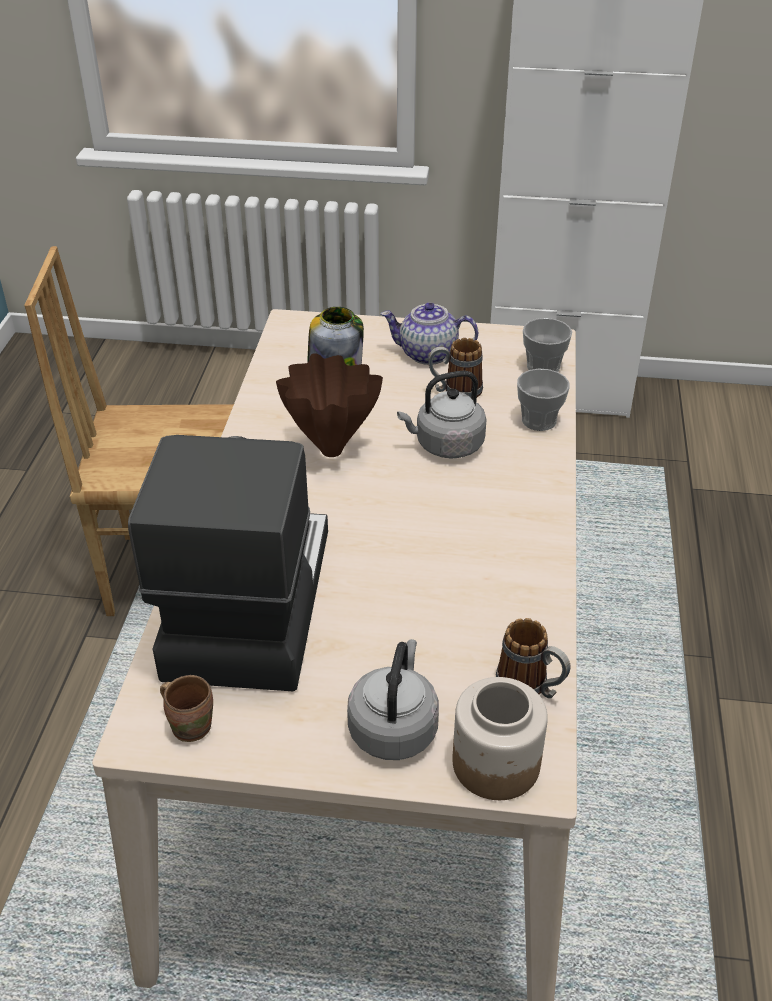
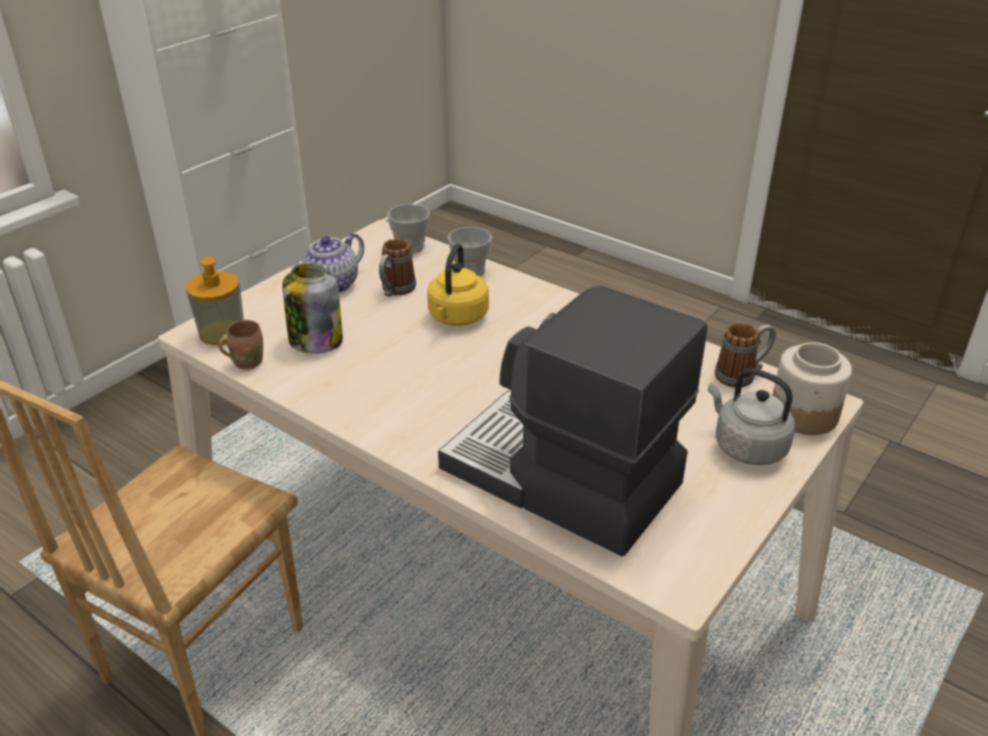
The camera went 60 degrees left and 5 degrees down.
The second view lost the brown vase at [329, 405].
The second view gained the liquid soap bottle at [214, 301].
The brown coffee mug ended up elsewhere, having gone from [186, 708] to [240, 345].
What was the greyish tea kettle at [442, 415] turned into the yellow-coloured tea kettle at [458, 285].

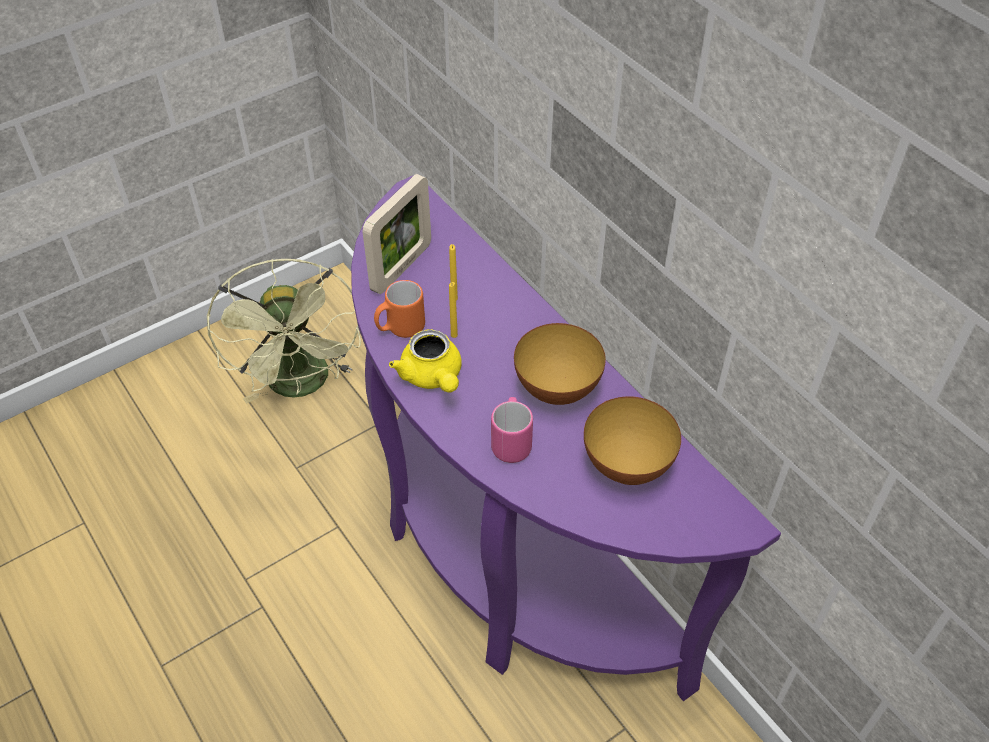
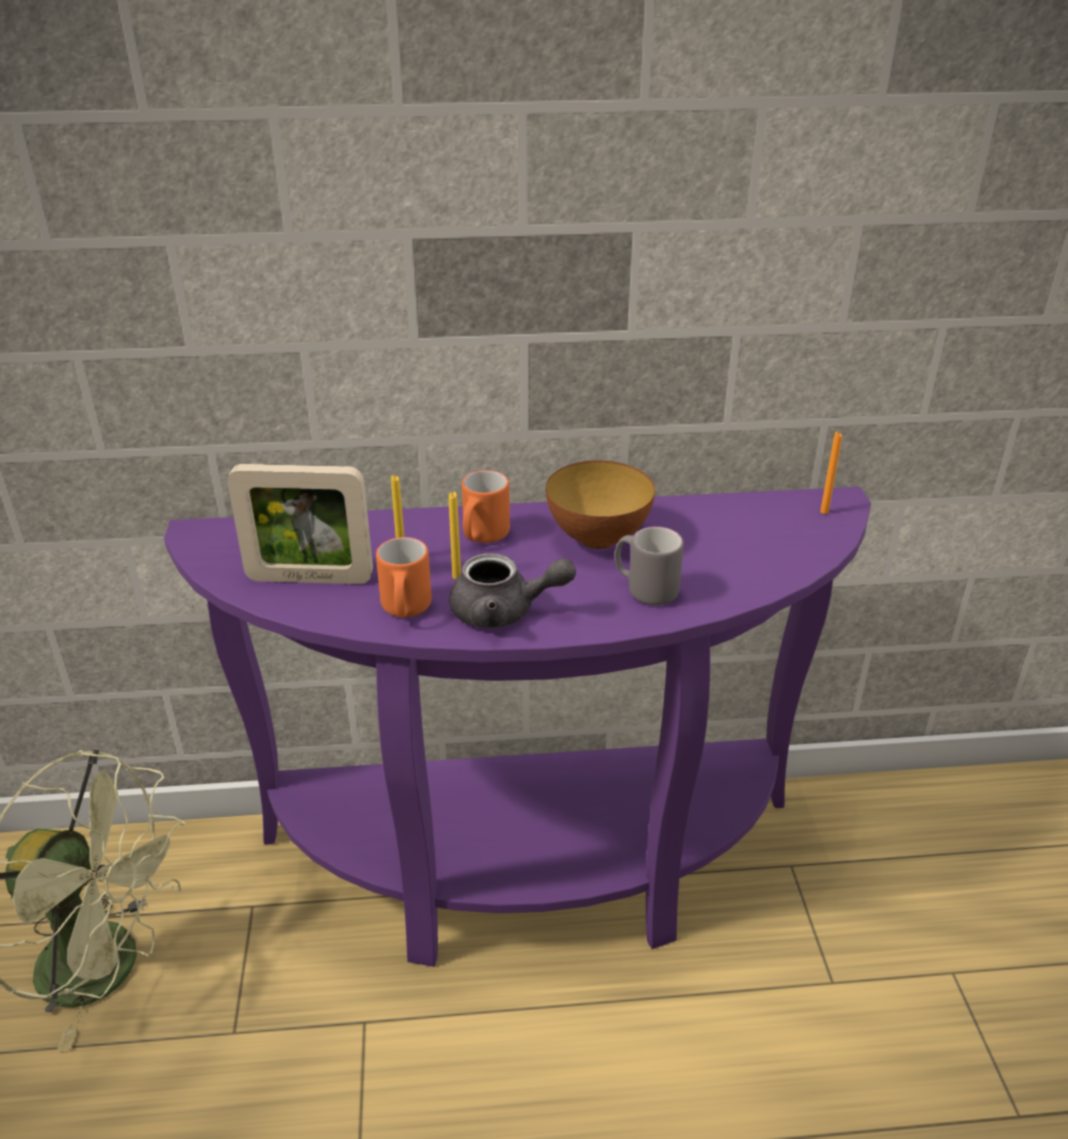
The camera went 60 degrees left and 15 degrees down.
The second view lost the bowl at [632, 440].
The second view gained the orange coffee mug at [486, 506].
The second view gained the orange wax candle at [831, 473].
What was the yellow-coloured pot for tea at [425, 360] turned into the greyish pot for tea at [512, 590].
What was the pinkish coffee mug at [512, 430] turned into the greyish coffee mug at [649, 566].
The standing frame at [396, 234] ended up facing another way, 120 degrees clockwise from before.

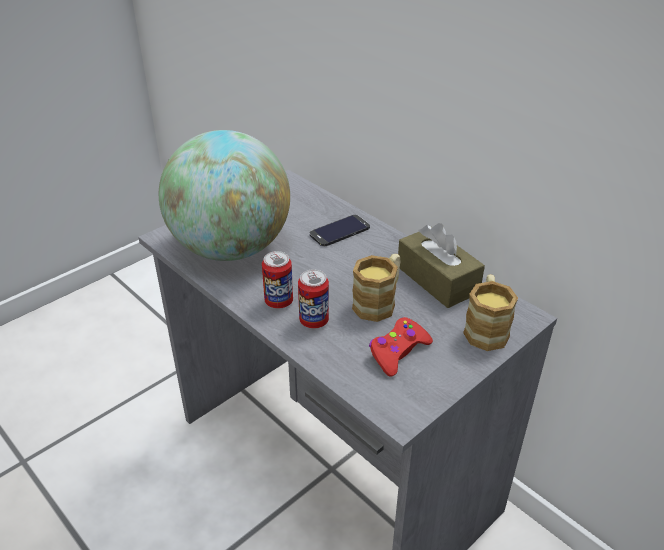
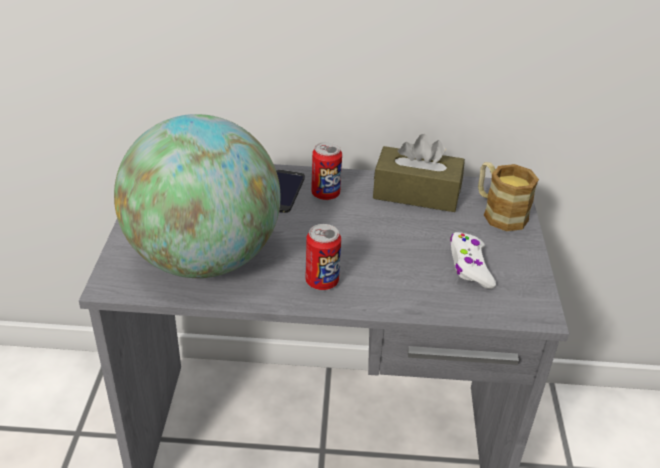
The camera went 45 degrees left and 0 degrees up.
The second view lost the coffee mug at [376, 288].
The metal can ended up elsewhere, having gone from [313, 299] to [326, 171].
What was the red-coloured game controller at [401, 347] turned into the white-coloured game controller at [473, 260].

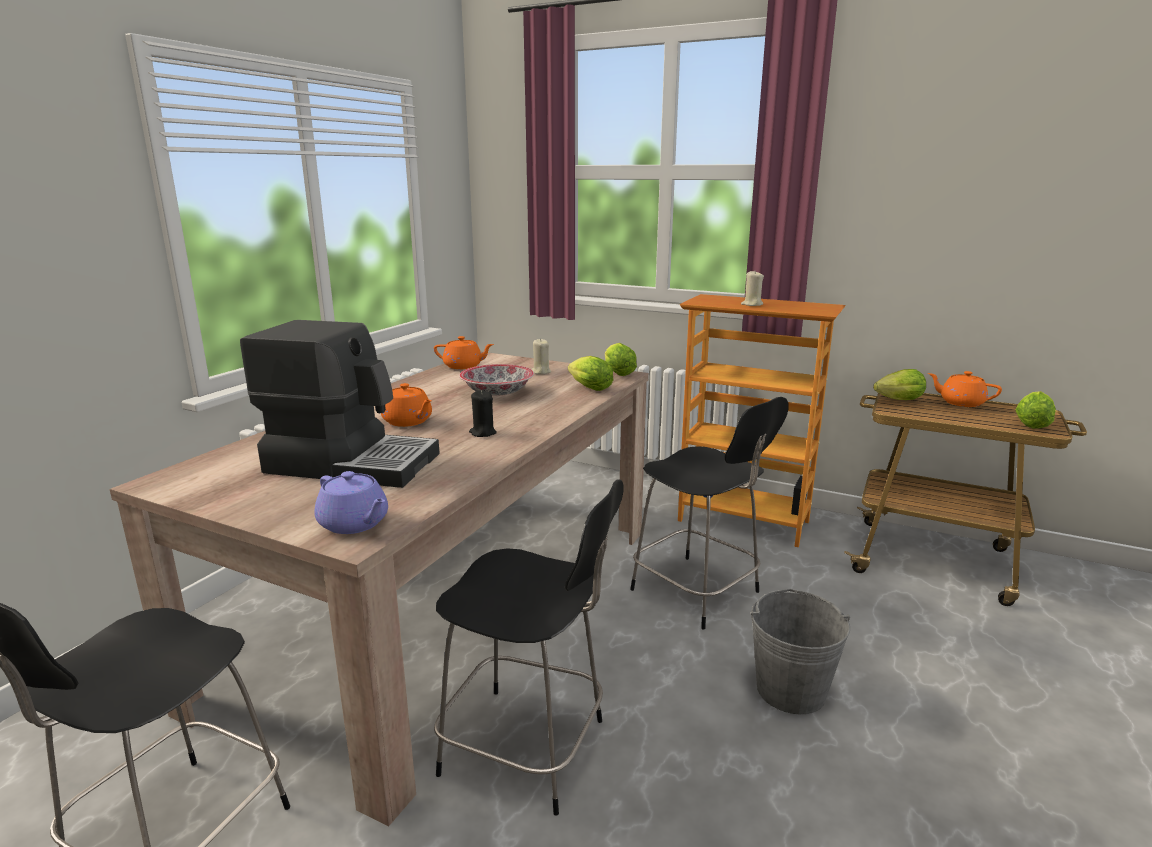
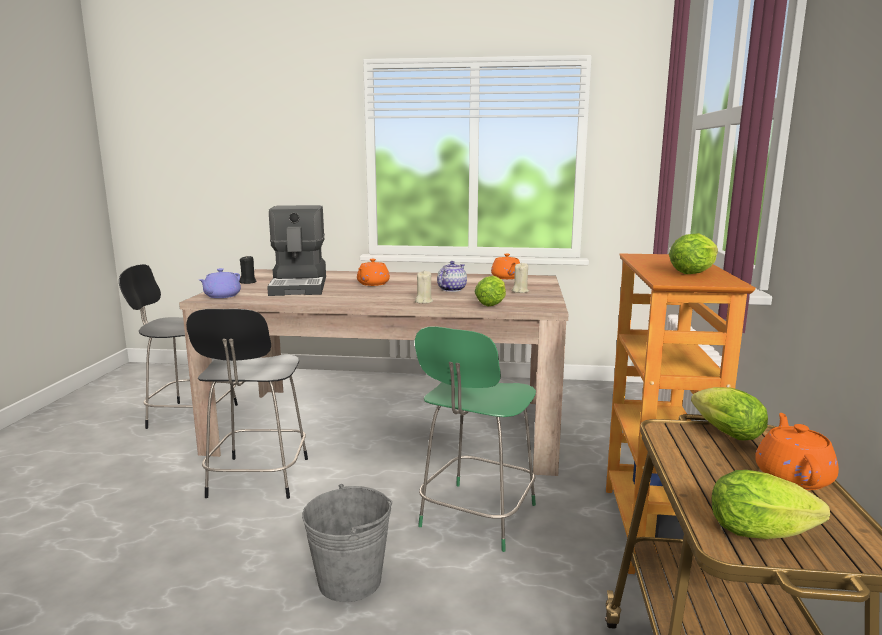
The camera went 70 degrees right and 5 degrees down.
The black-coloured wax candle ended up elsewhere, having gone from [483, 413] to [247, 269].
The head of lettuce ended up elsewhere, having gone from [621, 359] to [693, 253].
The beige wax candle ended up elsewhere, having gone from [752, 288] to [424, 287].
Where the bowl stood at [496, 380], the pot for tea came to stand at [452, 276].
What was the black-coloured plain chair at [709, 513] turned into the greenish plain chair at [475, 439].

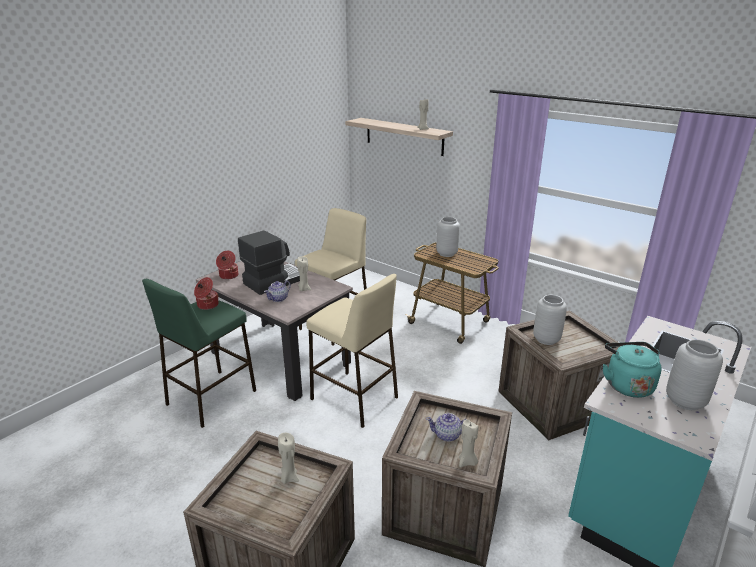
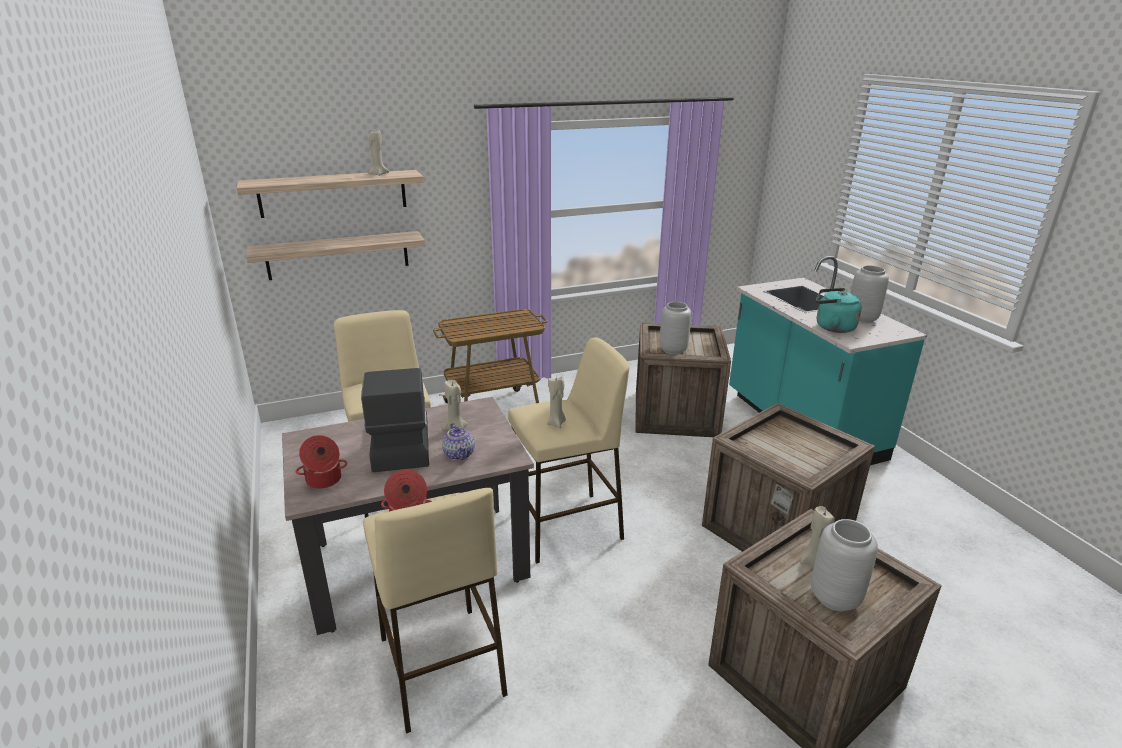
The camera went 60 degrees left and 0 degrees up.
The second view lost the pot for tea at [446, 427].
The second view gained the wall shelf at [335, 255].
The greyish vase ended up elsewhere, having gone from [448, 237] to [844, 565].
The beige wax candle ended up elsewhere, having gone from [469, 443] to [556, 402].
What was the greenish stool at [199, 353] turned into the beige stool at [435, 611].

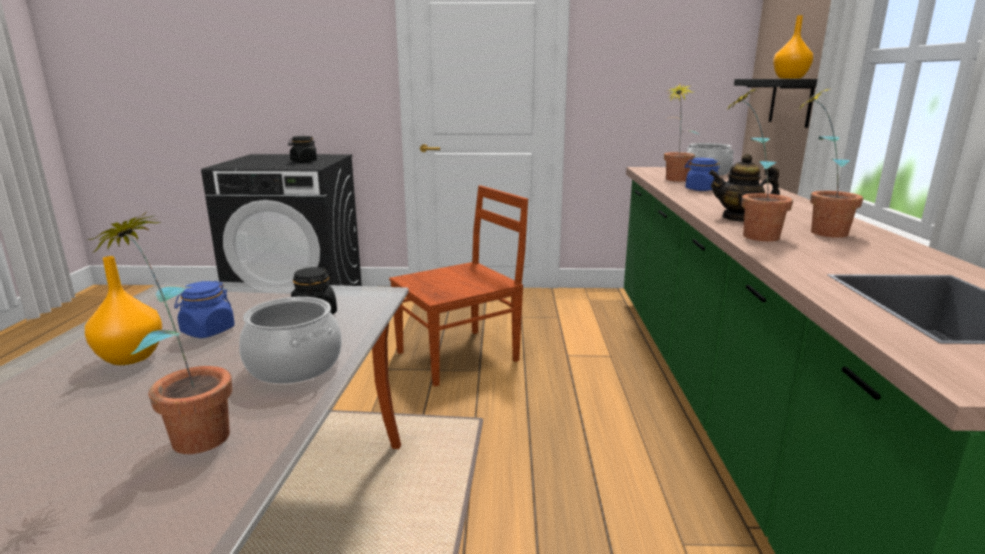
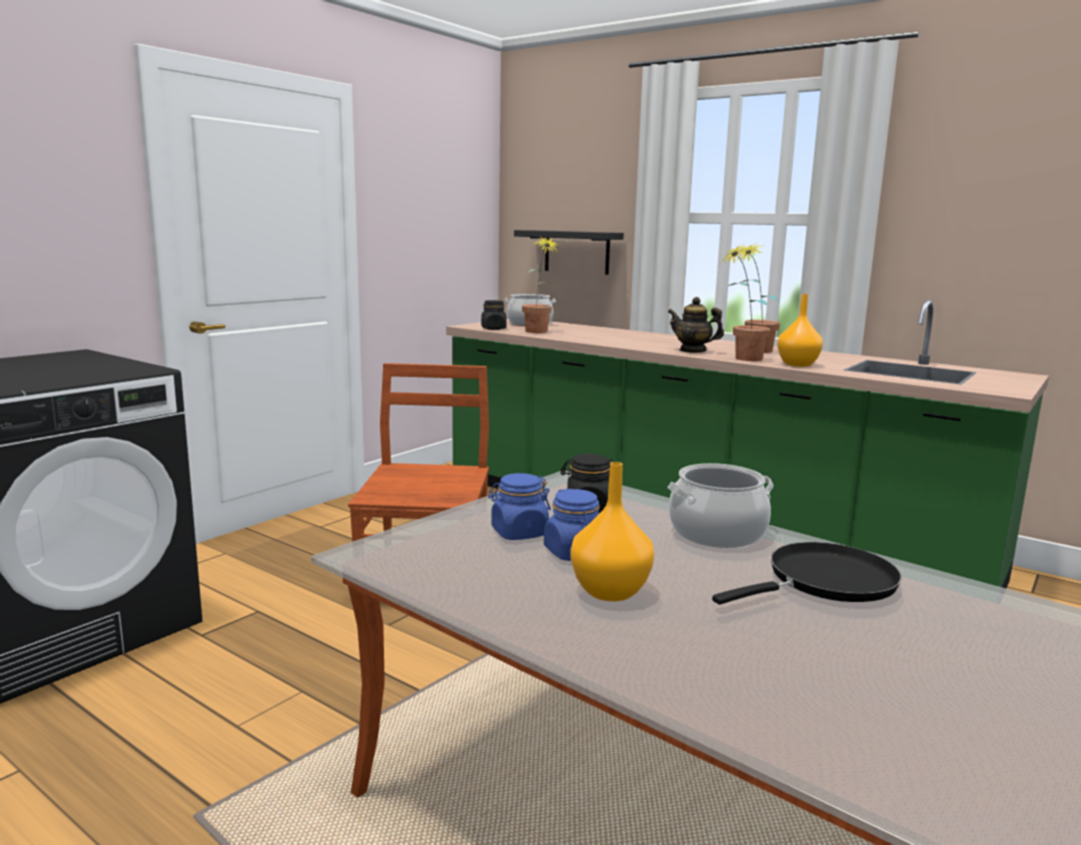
The camera went 55 degrees left and 5 degrees down.
The black-coloured jar ended up elsewhere, having gone from [302, 149] to [494, 315].
The blue jar ended up elsewhere, having gone from [702, 174] to [519, 506].
The orange vase ended up elsewhere, having gone from [793, 47] to [800, 330].
Where the plant in a pot stood at [159, 333], the black-coloured frying pan came to stand at [807, 573].
The pot for tea at [744, 188] ended up facing another way, 75 degrees clockwise from before.

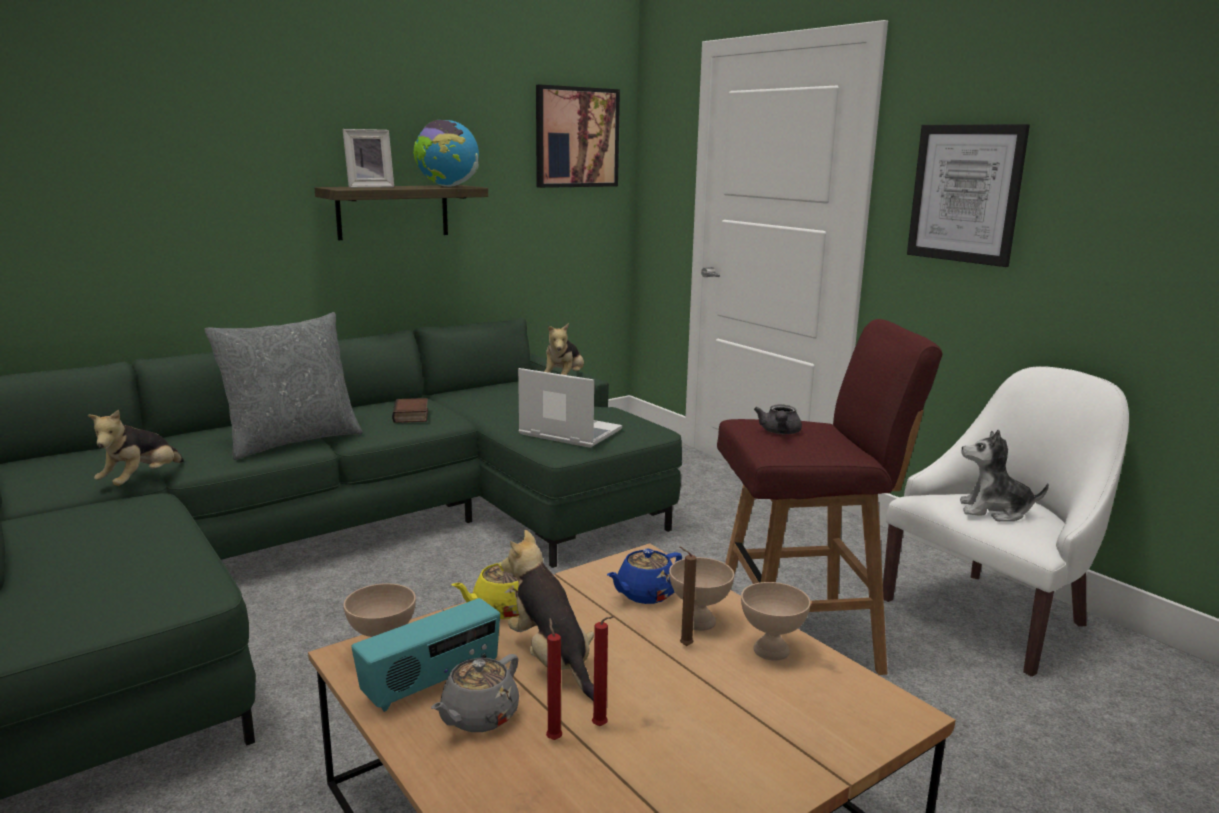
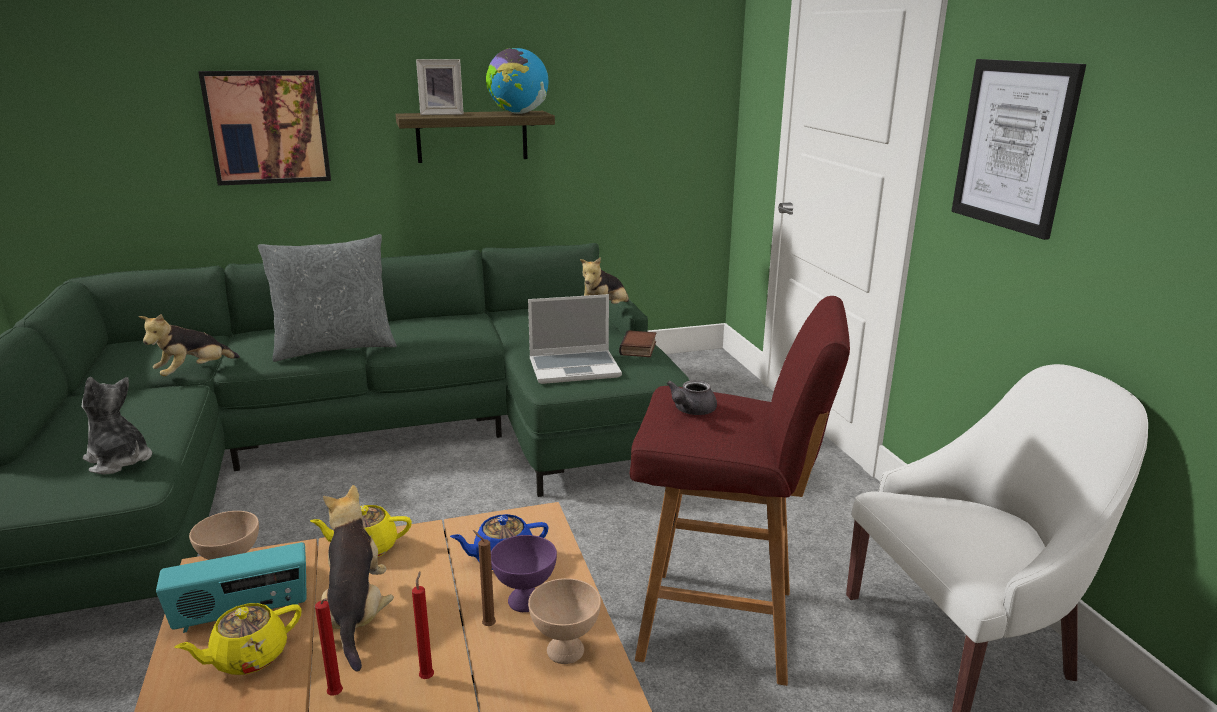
The camera went 20 degrees right and 5 degrees up.
The bound book ended up elsewhere, having gone from [410, 410] to [637, 343].
The wall picture ended up elsewhere, having gone from [578, 136] to [264, 128].
The red-coloured wax candle ended up elsewhere, having gone from [554, 679] to [423, 625].
The cuddly toy ended up elsewhere, having gone from [1004, 475] to [116, 425].
What was the greyish pot for tea at [475, 693] turned into the yellow-coloured pot for tea at [237, 639].
What was the beige bowl at [701, 594] turned into the purple bowl at [524, 573].
The laptop at [570, 408] ended up facing another way, 120 degrees clockwise from before.

